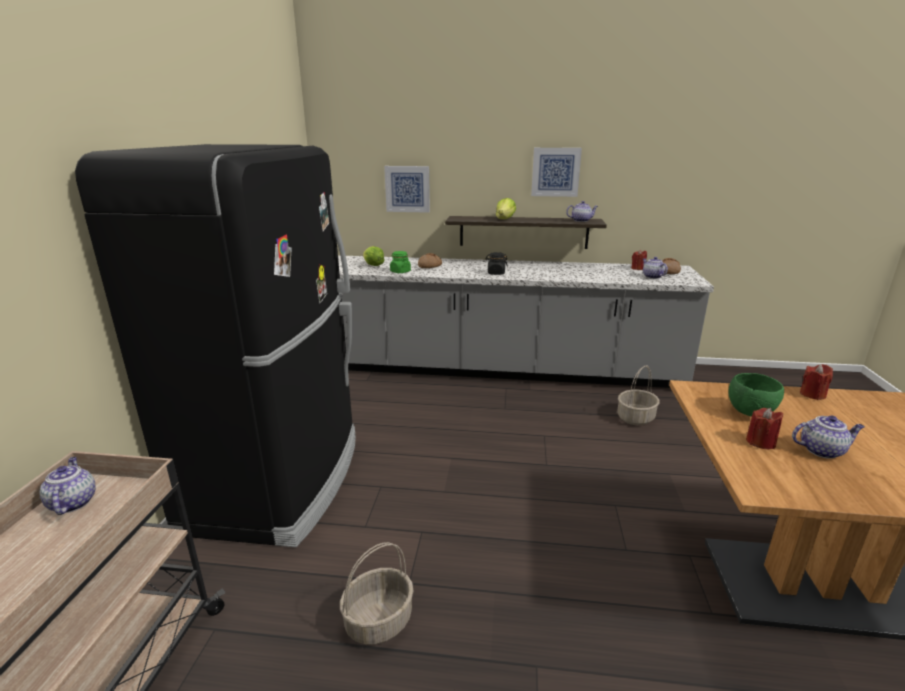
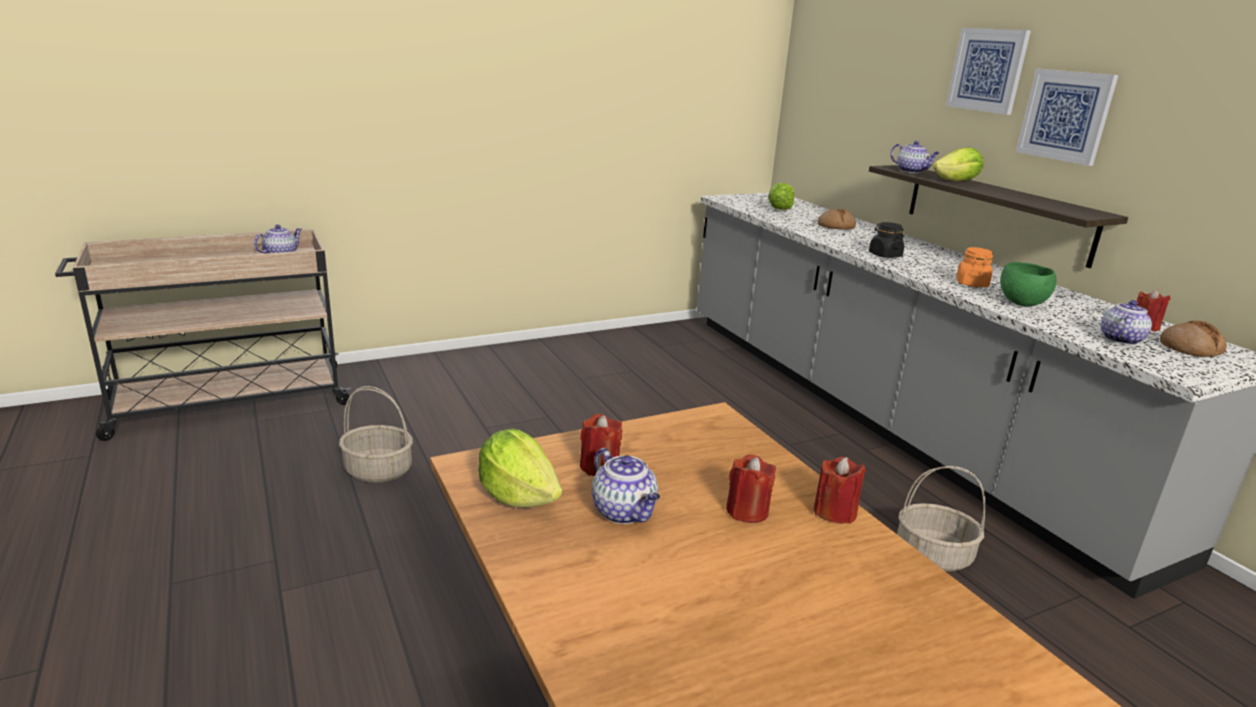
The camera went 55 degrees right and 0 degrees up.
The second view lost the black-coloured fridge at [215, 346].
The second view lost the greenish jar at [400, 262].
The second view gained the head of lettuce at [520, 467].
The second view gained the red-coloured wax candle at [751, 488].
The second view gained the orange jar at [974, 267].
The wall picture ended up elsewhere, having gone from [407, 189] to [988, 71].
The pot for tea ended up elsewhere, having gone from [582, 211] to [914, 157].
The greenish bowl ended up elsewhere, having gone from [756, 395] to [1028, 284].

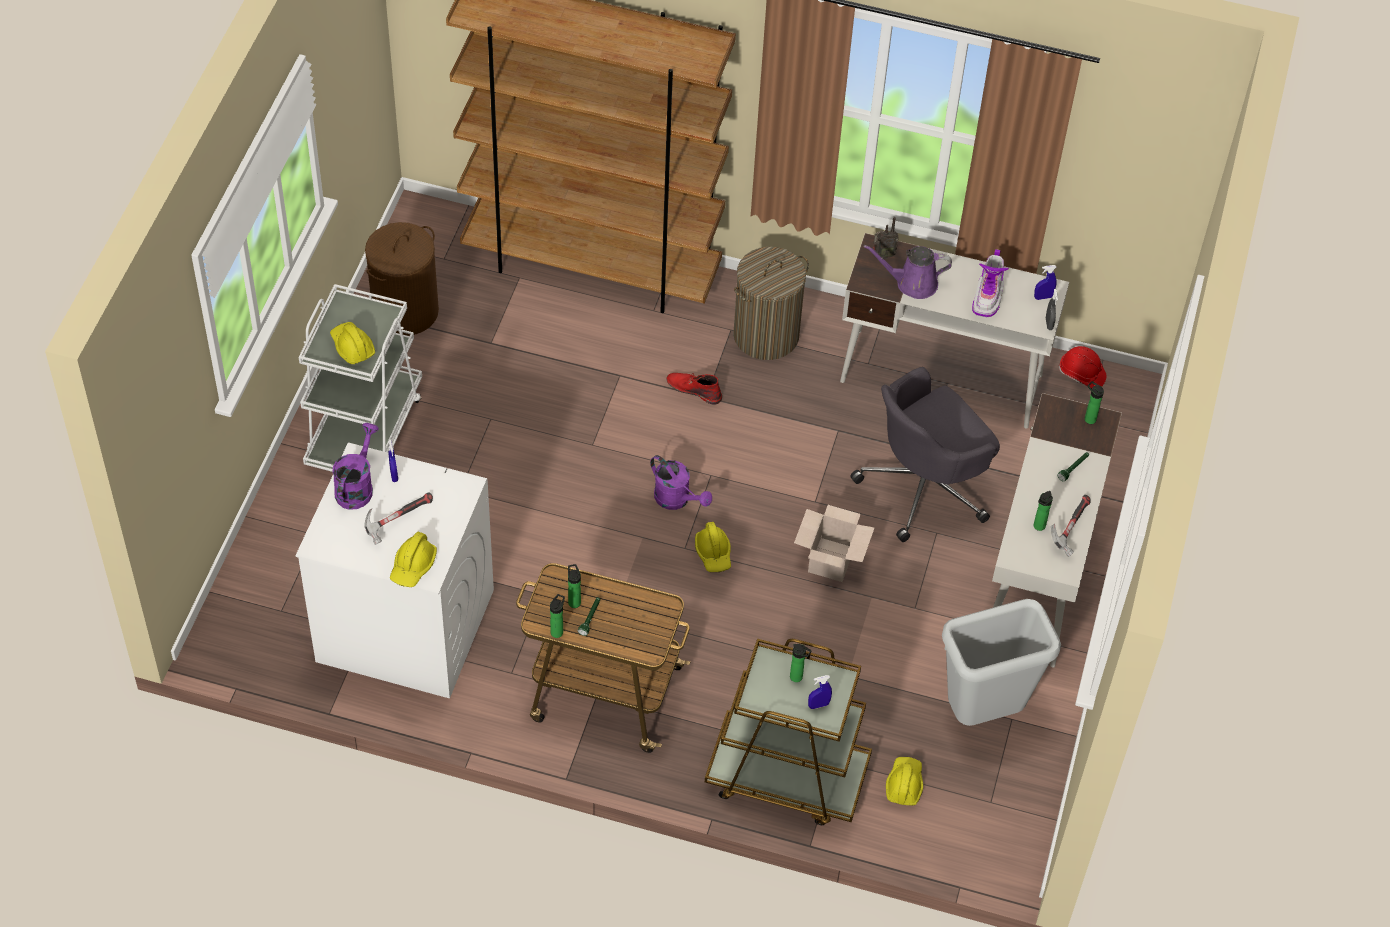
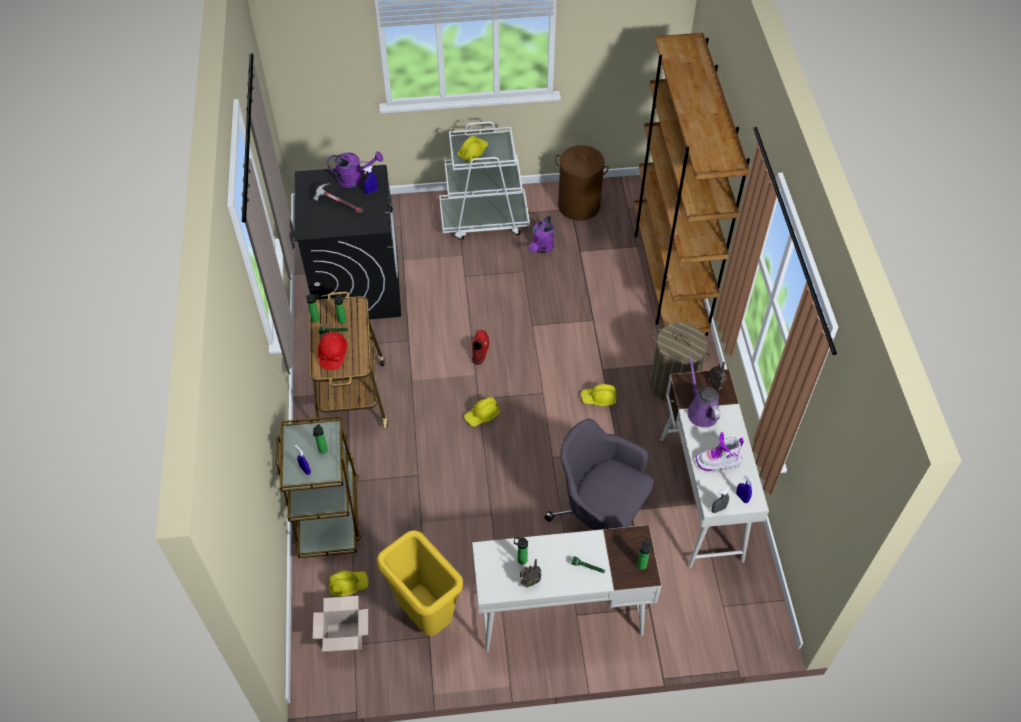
The camera went 70 degrees right and 0 degrees up.
The yellow-coloured hard hat ended up elsewhere, having gone from [413, 559] to [598, 395].
The purple sprinkling can ended up elsewhere, having gone from [681, 482] to [541, 234].
The red-coloured tall boot ended up elsewhere, having gone from [694, 389] to [480, 347].
The packing box ended up elsewhere, having gone from [834, 543] to [340, 624].
The red-coloured hard hat ended up elsewhere, having gone from [1082, 367] to [333, 351].
Where the hammer stood at [1071, 526], the radio set came to stand at [531, 573].
What was the white-coloured washing machine at [394, 570] turned into the black-coloured washing machine at [347, 244].
What was the greyish rubbish bin at [1001, 662] turned into the yellow-coloured rubbish bin at [420, 583].

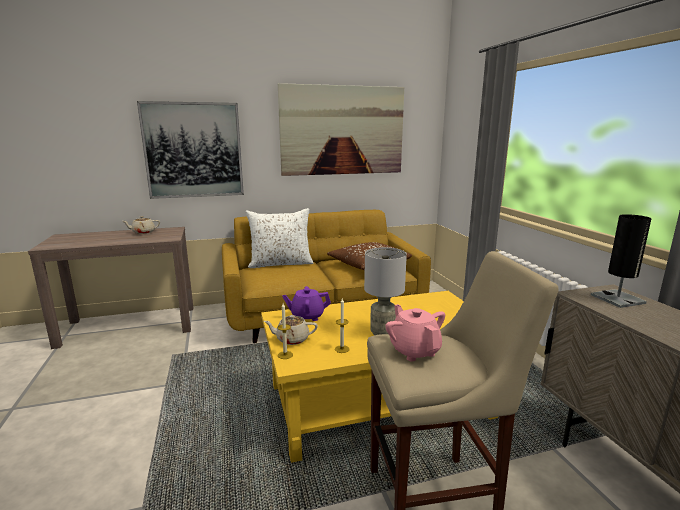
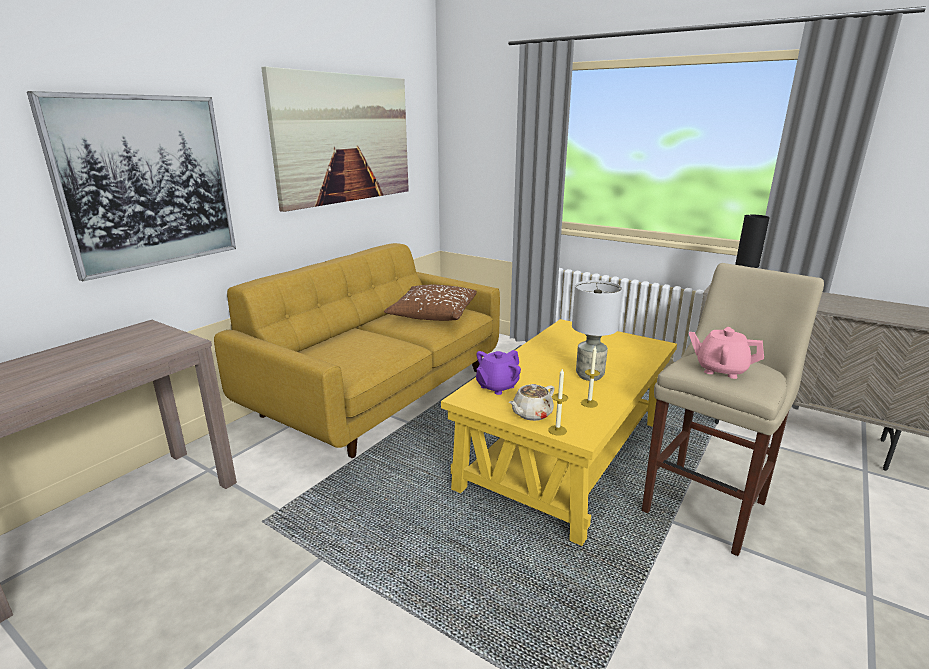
The camera went 40 degrees left and 5 degrees up.
The second view lost the beige pot for tea at [141, 225].
The second view lost the white-coloured pillow at [279, 238].

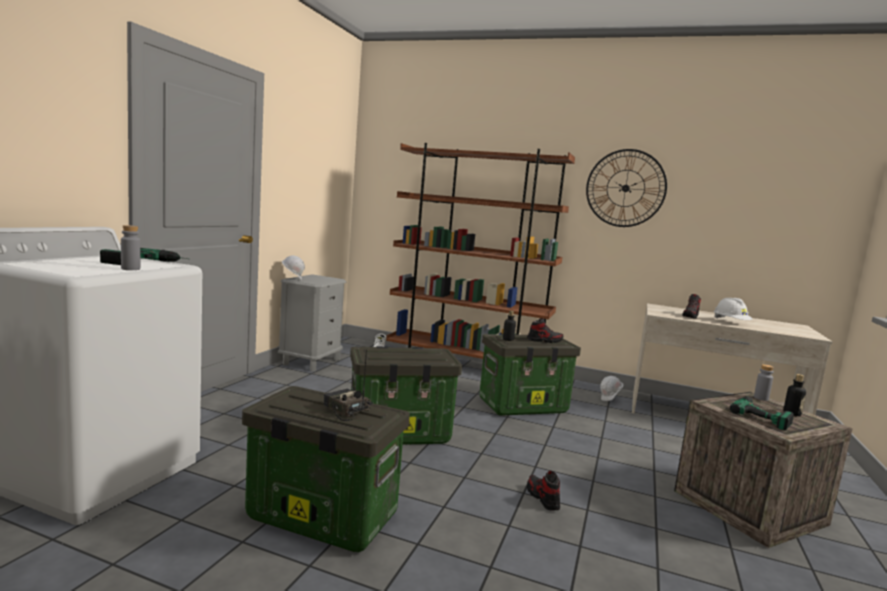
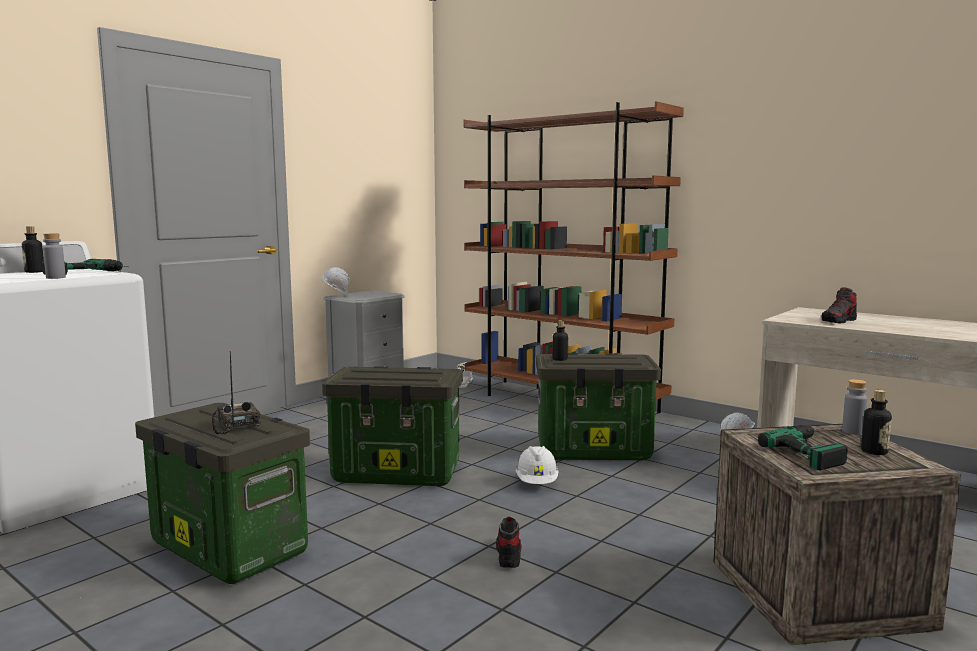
The camera went 20 degrees right and 0 degrees up.
The second view lost the item of footwear at [545, 330].
The second view lost the wall clock at [626, 188].
The second view gained the bottle at [33, 249].
The white-coloured hard hat ended up elsewhere, having gone from [733, 309] to [537, 465].

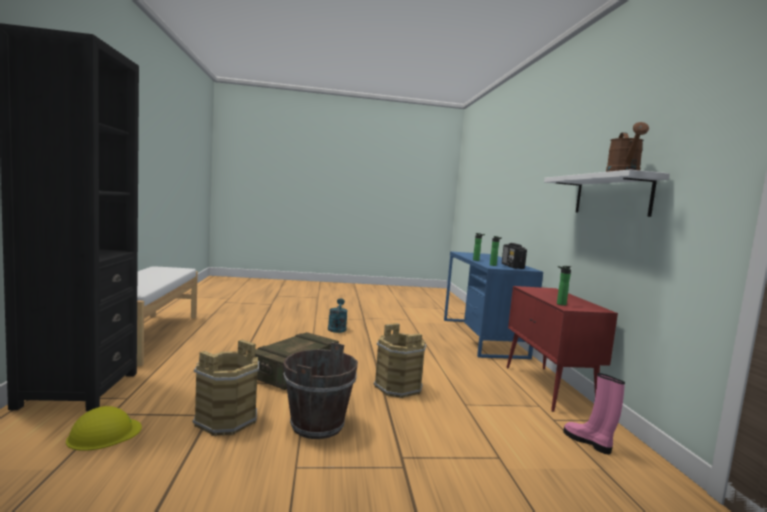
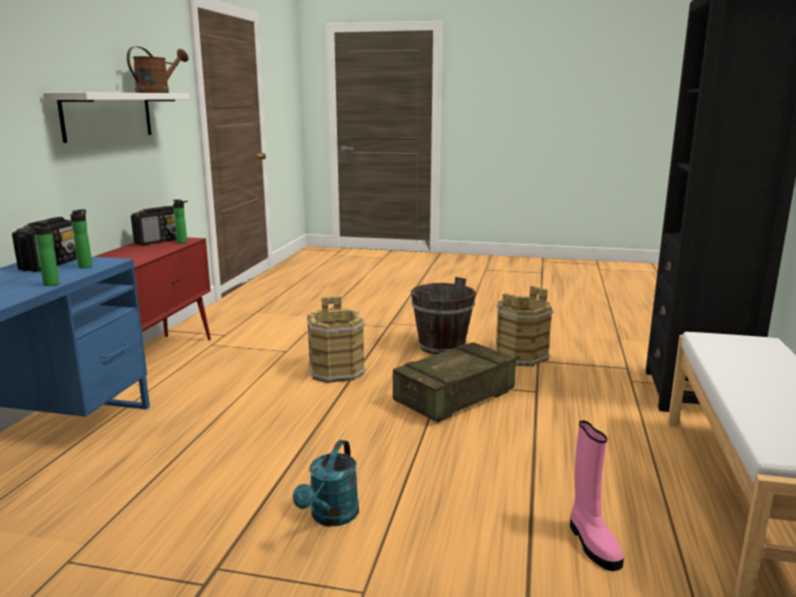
The camera went 160 degrees left and 10 degrees up.
The second view lost the yellow-coloured hard hat at [104, 428].
The second view gained the radio set at [154, 225].
The pinkish tall boot ended up elsewhere, having gone from [594, 413] to [597, 496].

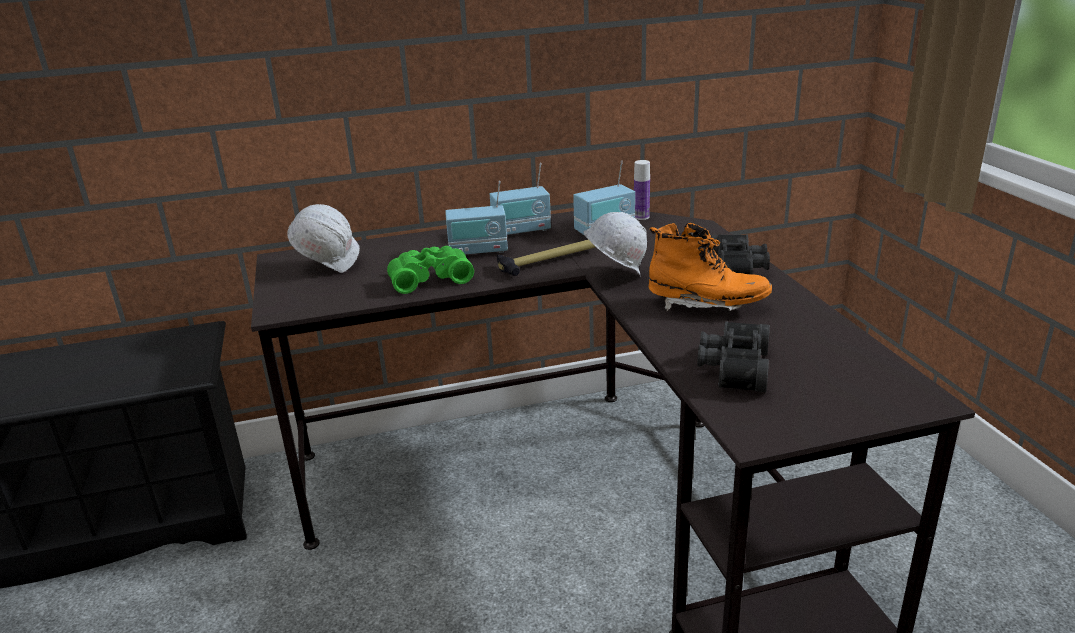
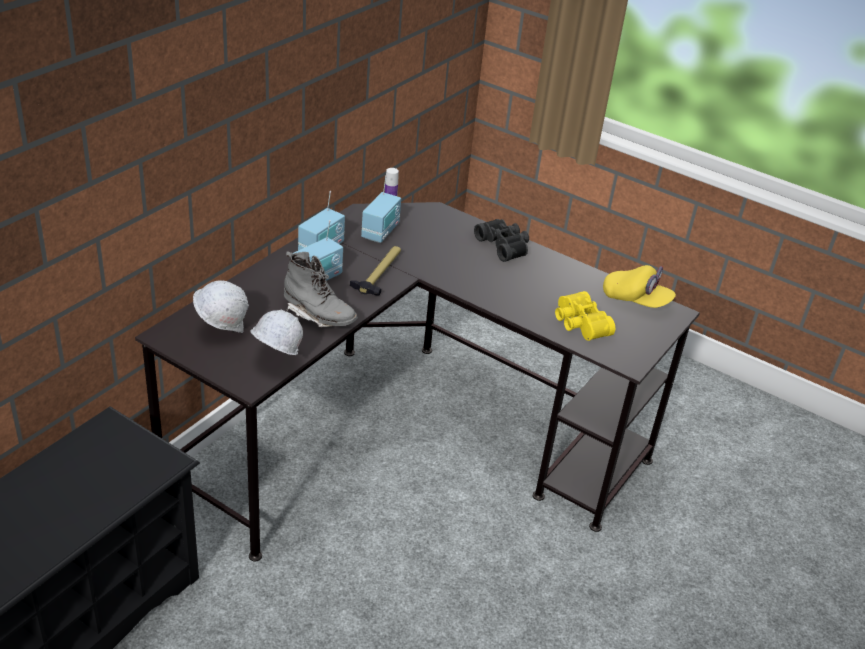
The camera went 45 degrees left and 10 degrees up.
The second view lost the orange tall boot at [710, 267].
The second view gained the yellow-coloured cap at [639, 286].
The white-coloured hard hat ended up elsewhere, having gone from [615, 244] to [276, 332].
Where the greenish field glasses stood at [430, 270], the greyish tall boot came to stand at [321, 289].
What was the black-coloured field glasses at [733, 356] turned into the yellow-coloured field glasses at [585, 316].

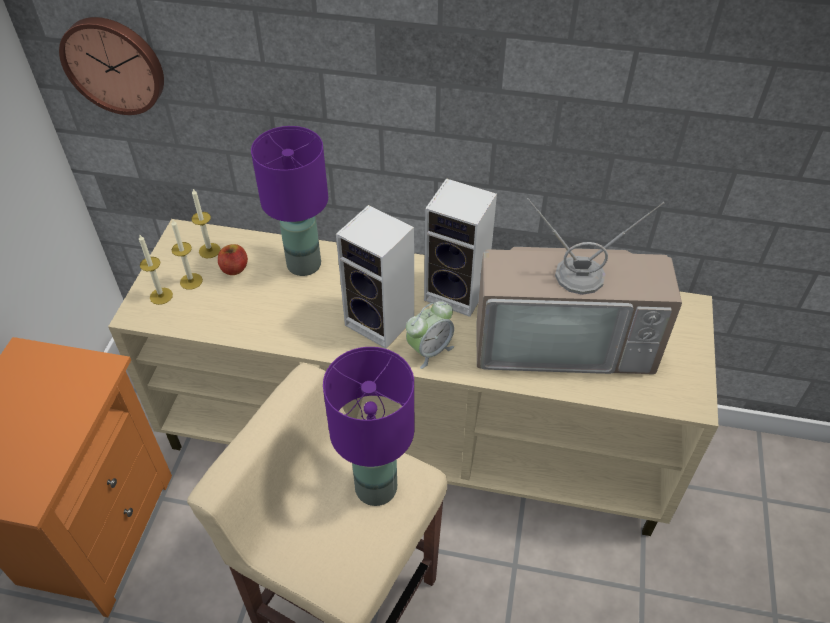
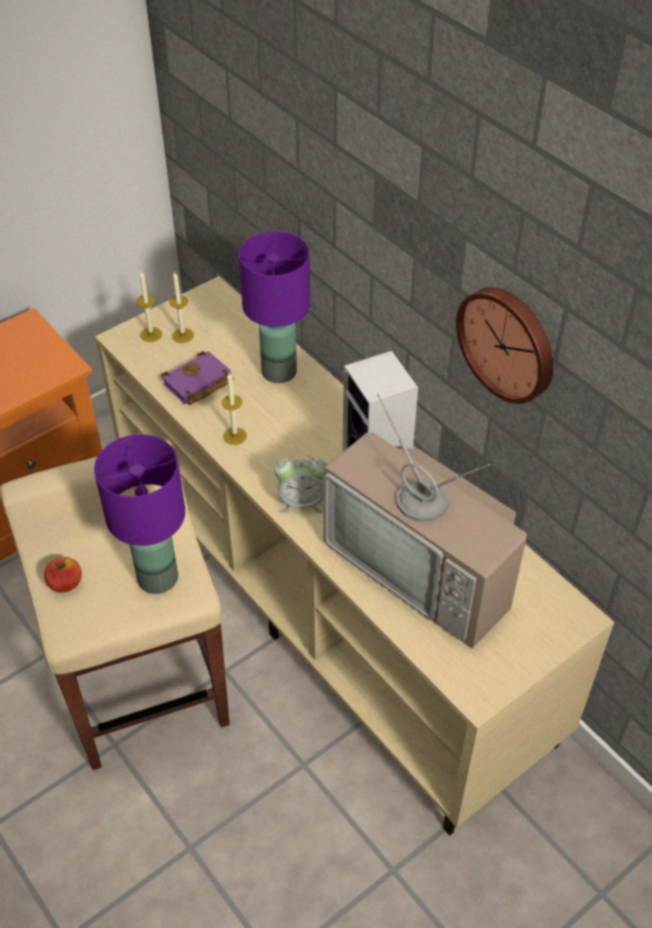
The camera went 40 degrees right and 0 degrees up.
The second view lost the audio speaker at [375, 277].
The second view gained the purple bound book at [197, 378].
The wall clock ended up elsewhere, having gone from [111, 66] to [504, 345].
The wax candle ended up elsewhere, having gone from [206, 223] to [234, 409].
The apple fruit ended up elsewhere, having gone from [233, 259] to [63, 575].

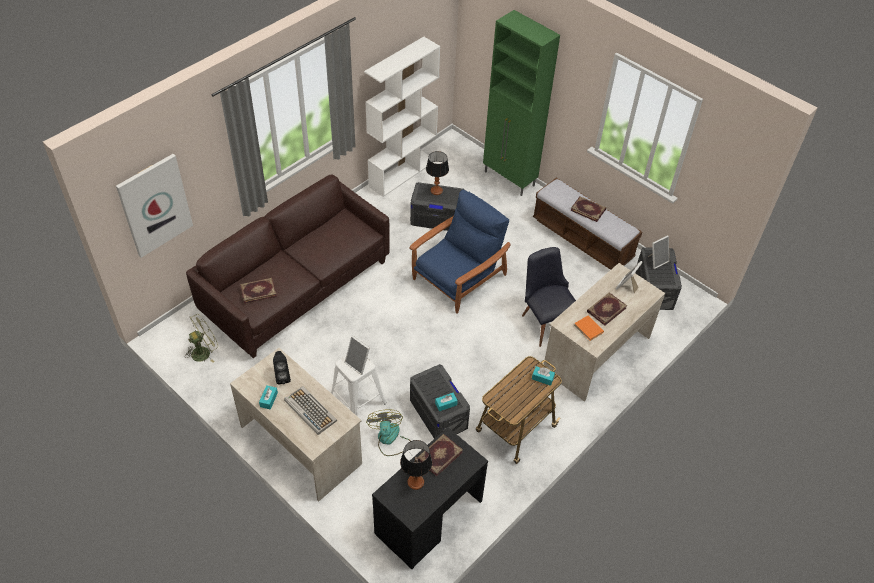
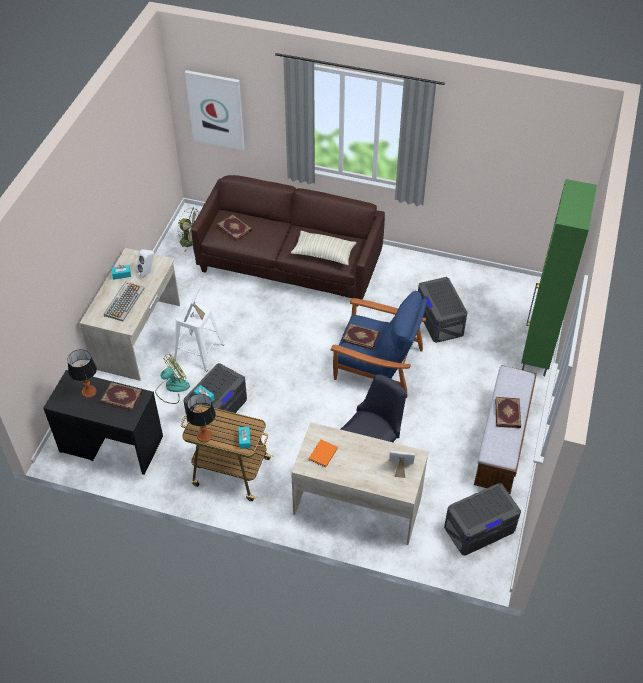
The camera went 65 degrees right and 0 degrees up.
The second view lost the white-coloured shelving unit at [402, 117].
The second view lost the standing frame at [659, 252].
The second view gained the pillow at [323, 247].
The lamp for a table ended up elsewhere, having gone from [437, 173] to [201, 418].
The bound book ended up elsewhere, having gone from [607, 309] to [361, 337].
What was the black-coloured audio speaker at [282, 367] turned into the white-coloured audio speaker at [145, 263].

